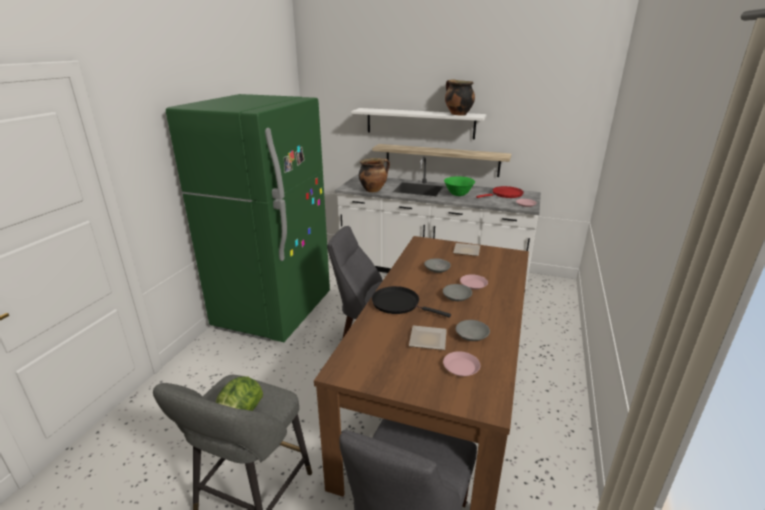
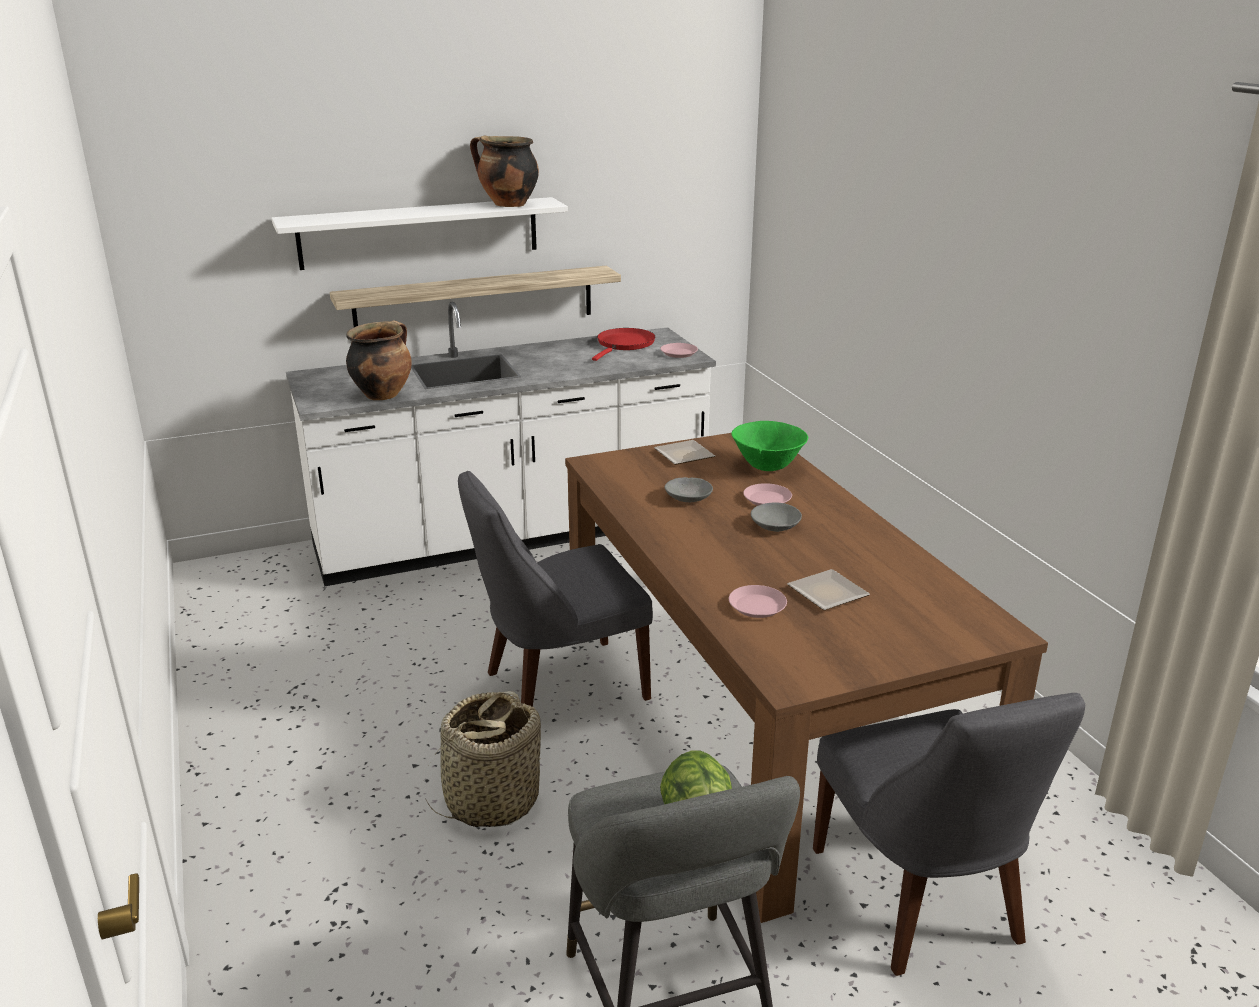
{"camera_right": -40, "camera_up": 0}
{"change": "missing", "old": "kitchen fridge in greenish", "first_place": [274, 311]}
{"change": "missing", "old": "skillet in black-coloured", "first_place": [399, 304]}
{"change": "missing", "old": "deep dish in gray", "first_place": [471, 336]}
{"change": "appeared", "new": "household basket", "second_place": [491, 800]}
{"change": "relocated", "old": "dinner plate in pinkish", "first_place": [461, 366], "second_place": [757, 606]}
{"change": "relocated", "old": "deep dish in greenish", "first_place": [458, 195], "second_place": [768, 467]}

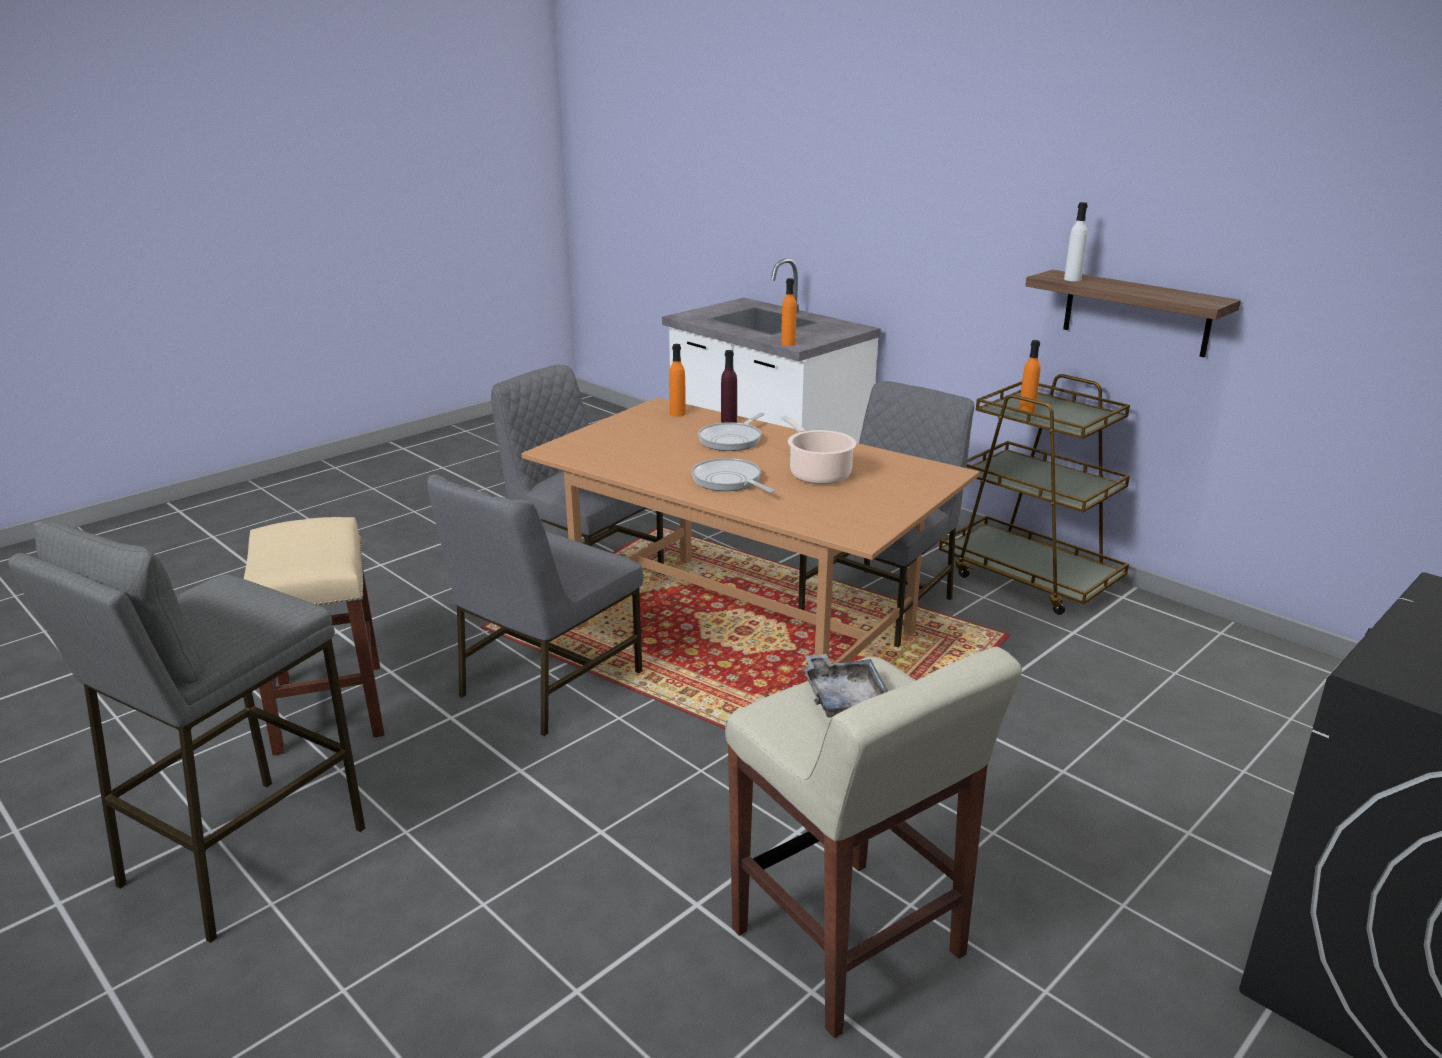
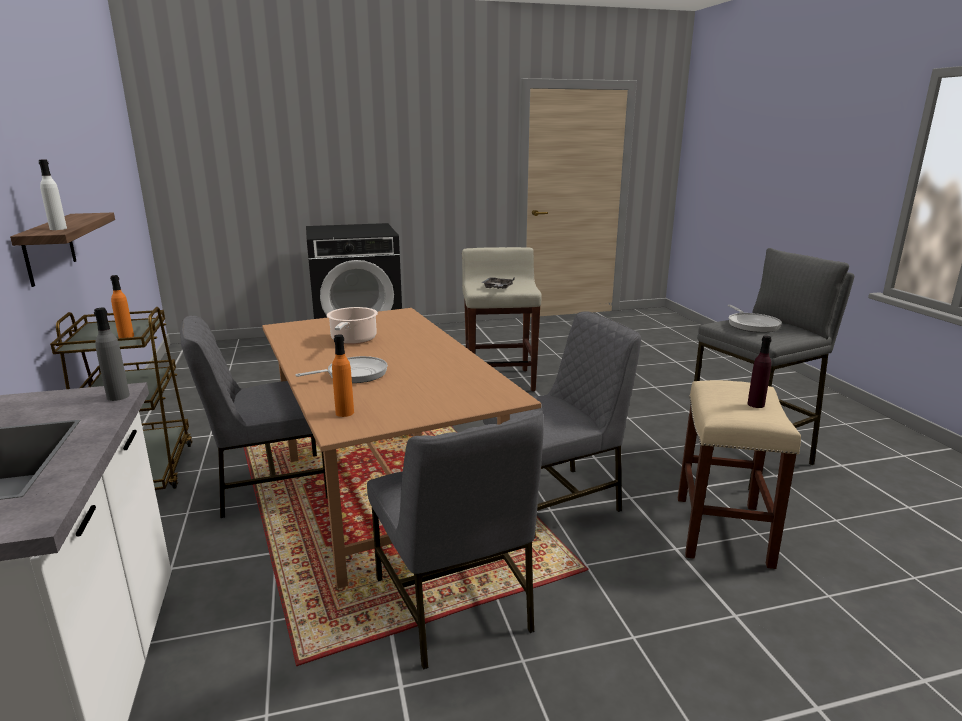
{"camera_right": -150, "camera_up": -5}
{"change": "relocated", "old": "skillet", "first_place": [729, 481], "second_place": [752, 325]}
{"change": "relocated", "old": "drink bottle in purplish", "first_place": [729, 421], "second_place": [755, 404]}
{"change": "colour", "old": "drink bottle in orange-coloured", "new": "drink bottle in gray", "first_place": [788, 344], "second_place": [118, 396]}

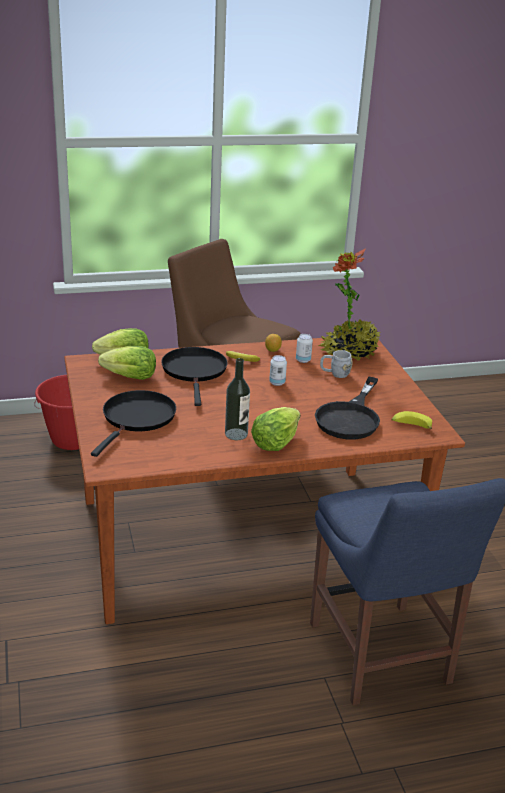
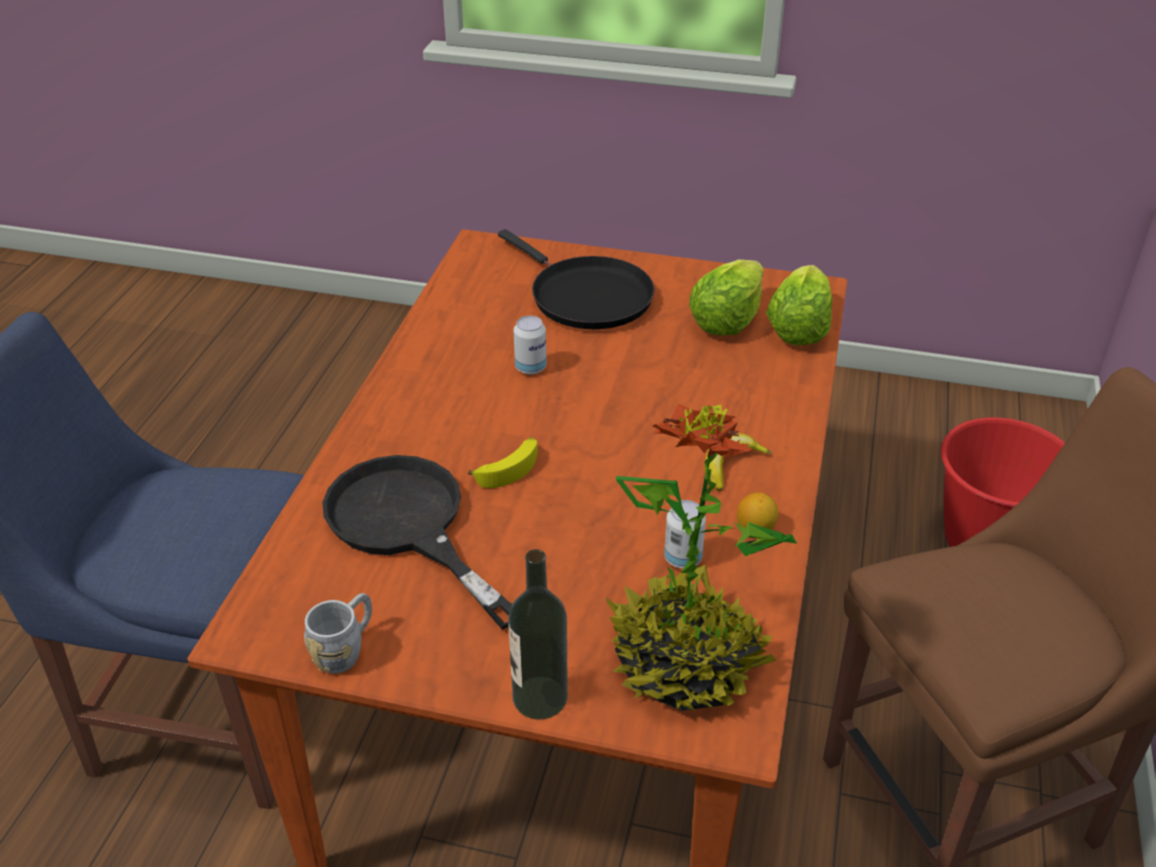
{"camera_right": 120, "camera_up": 10}
{"change": "missing", "old": "skillet in black-coloured", "first_place": [195, 371]}
{"change": "missing", "old": "head of lettuce", "first_place": [275, 443]}
{"change": "relocated", "old": "drink bottle", "first_place": [236, 434], "second_place": [540, 698]}
{"change": "relocated", "old": "metal can", "first_place": [277, 383], "second_place": [530, 368]}
{"change": "relocated", "old": "coffee mug in gray", "first_place": [335, 374], "second_place": [346, 649]}
{"change": "relocated", "old": "whole banana", "first_place": [411, 425], "second_place": [509, 468]}

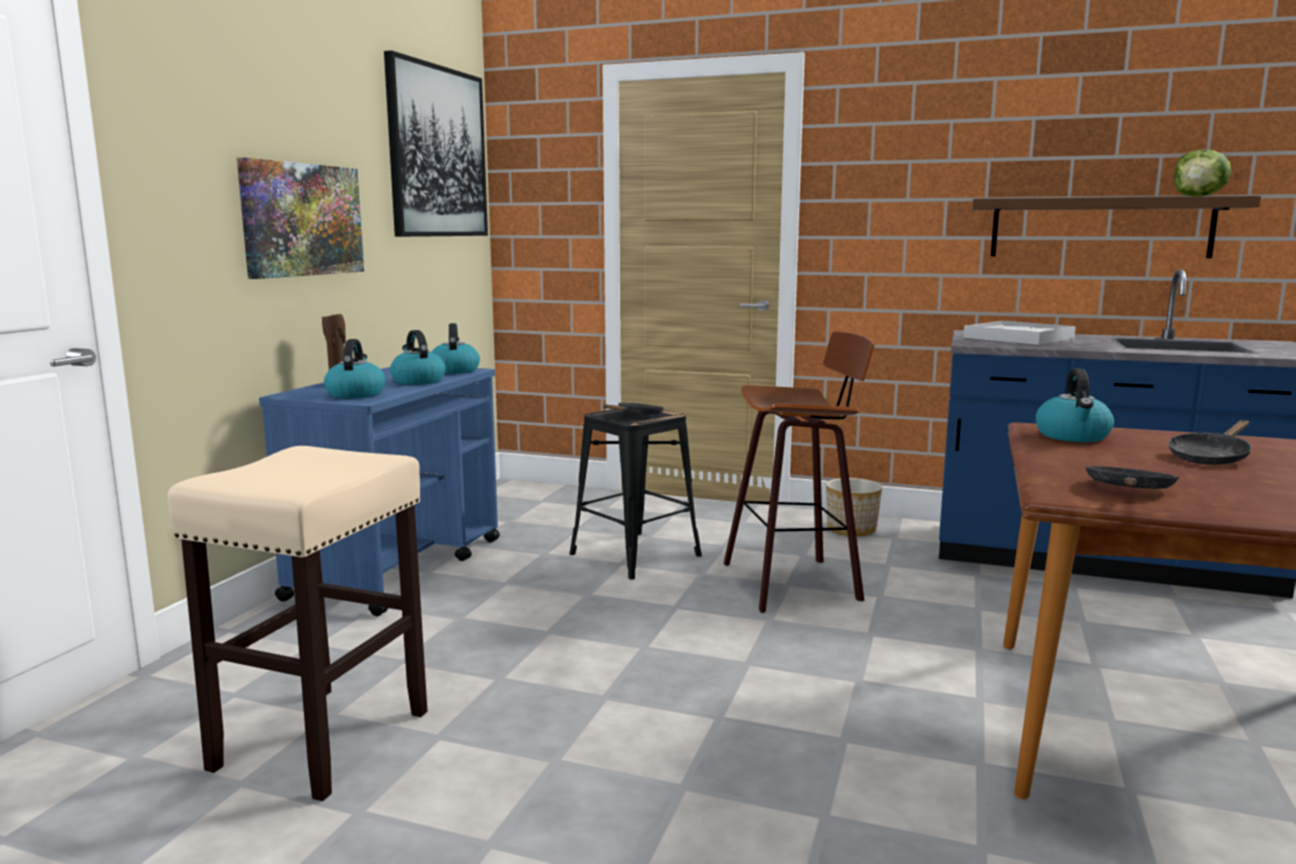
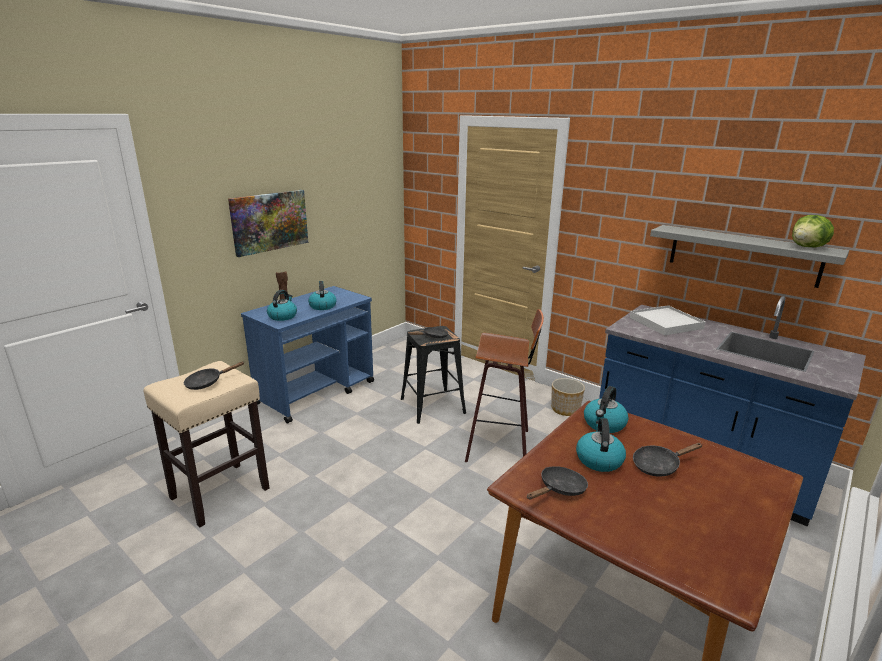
{"camera_right": 20, "camera_up": 10}
{"change": "missing", "old": "wall picture", "first_place": [437, 152]}
{"change": "appeared", "new": "skillet in black-coloured", "second_place": [207, 382]}
{"change": "relocated", "old": "kettle", "first_place": [454, 371], "second_place": [598, 459]}
{"change": "colour", "old": "bracket shelf in brownish", "new": "bracket shelf in gray", "first_place": [1100, 228], "second_place": [743, 255]}

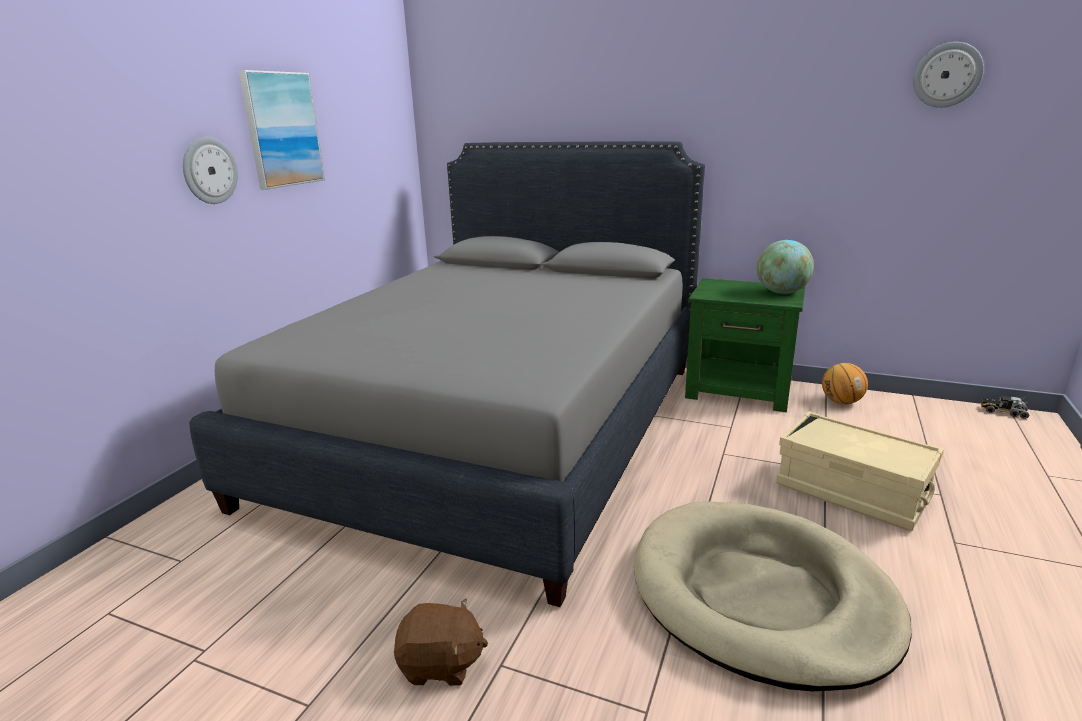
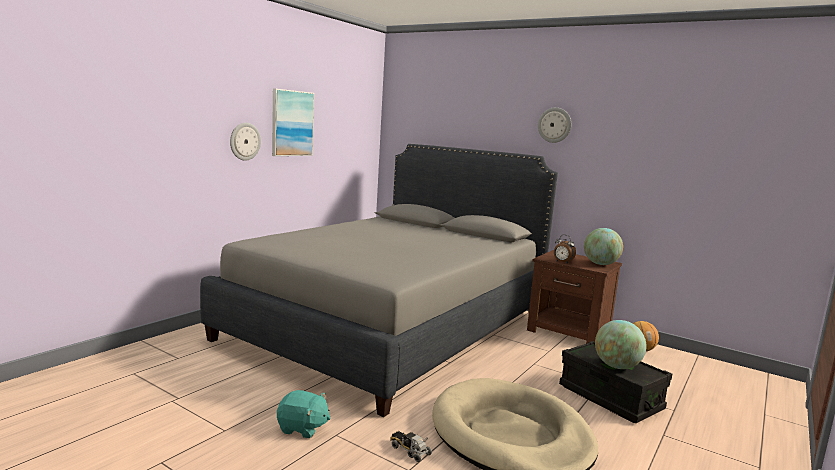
{"camera_right": 10, "camera_up": -10}
{"change": "appeared", "new": "bedside clock", "second_place": [562, 262]}
{"change": "appeared", "new": "desk globe", "second_place": [616, 366]}
{"change": "relocated", "old": "clock on the wall", "first_place": [947, 75], "second_place": [554, 125]}
{"change": "relocated", "old": "toy truck", "first_place": [1003, 412], "second_place": [409, 450]}
{"change": "colour", "old": "soft toy in brownish", "new": "soft toy in turquoise-coloured", "first_place": [441, 664], "second_place": [302, 428]}
{"change": "colour", "old": "nightstand in greenish", "new": "nightstand in brownish", "first_place": [740, 390], "second_place": [569, 332]}
{"change": "colour", "old": "storage box in beige", "new": "storage box in black-coloured", "first_place": [851, 492], "second_place": [610, 398]}

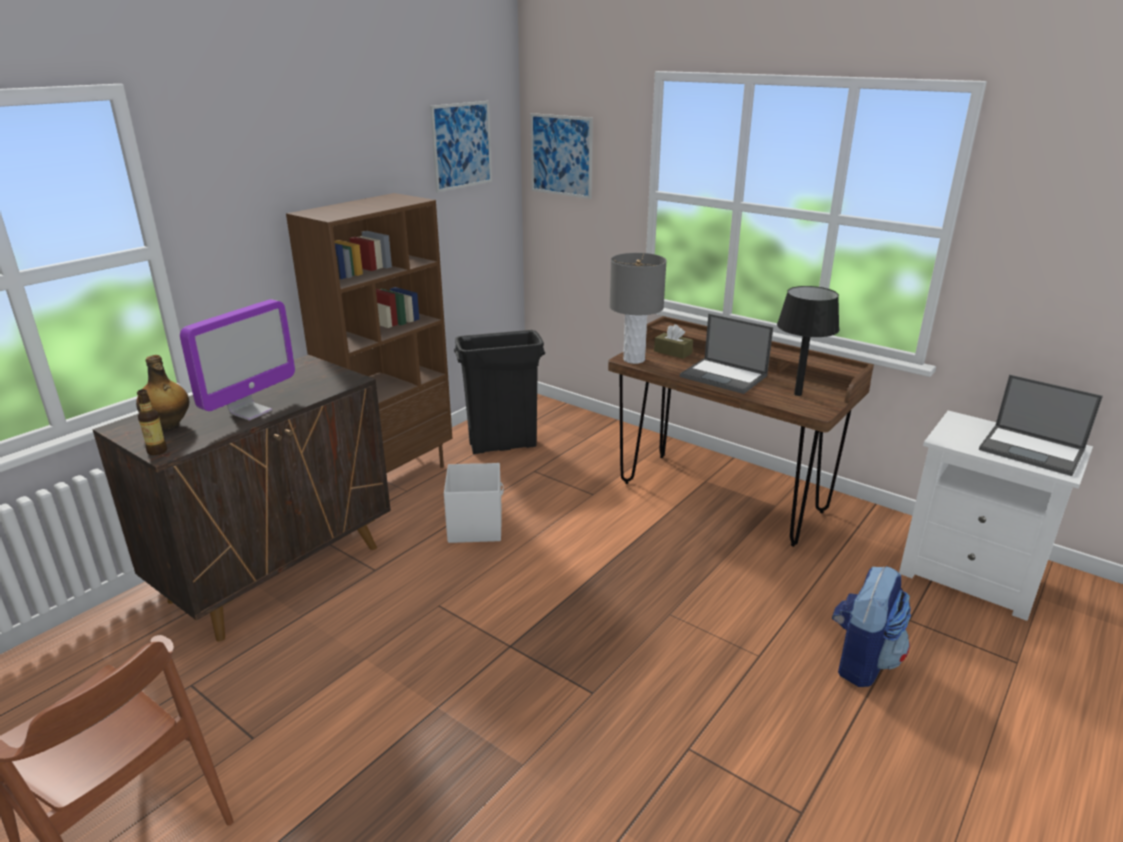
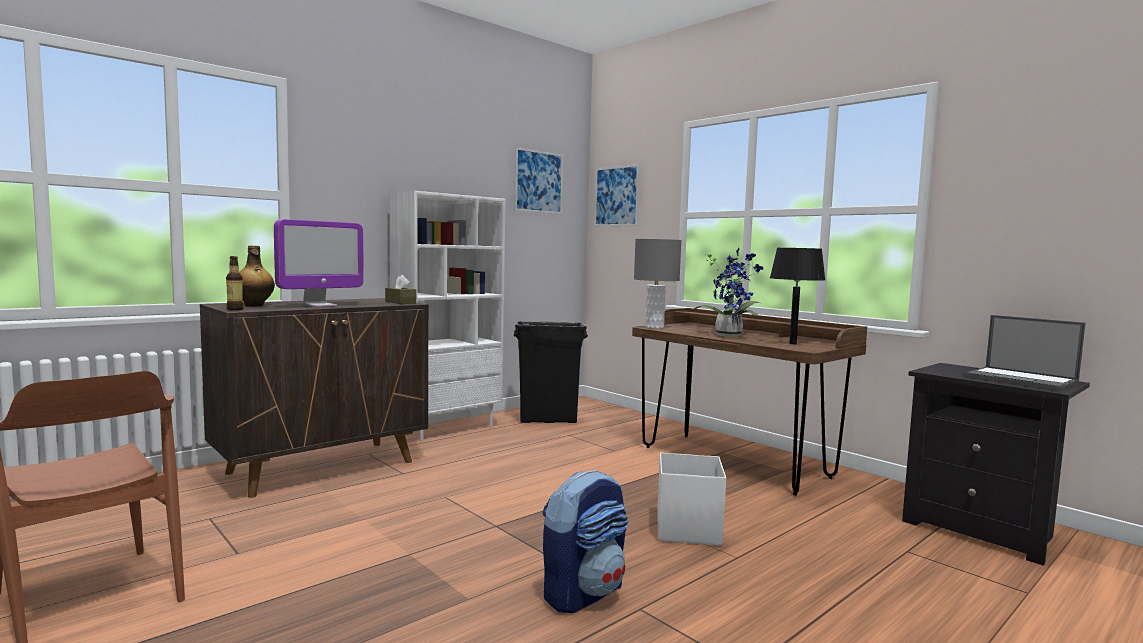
{"camera_right": 10, "camera_up": -20}
{"change": "relocated", "old": "storage box in whitish", "first_place": [476, 526], "second_place": [688, 529]}
{"change": "relocated", "old": "tissue box in brownish", "first_place": [673, 352], "second_place": [400, 302]}
{"change": "relocated", "old": "knapsack", "first_place": [861, 661], "second_place": [583, 593]}
{"change": "exchanged", "old": "notebook computer", "new": "potted plant", "first_place": [724, 376], "second_place": [730, 335]}
{"change": "colour", "old": "bookcase in brownish", "new": "bookcase in whitish", "first_place": [393, 477], "second_place": [447, 429]}
{"change": "colour", "old": "nightstand in whitish", "new": "nightstand in black-coloured", "first_place": [971, 576], "second_place": [982, 530]}

